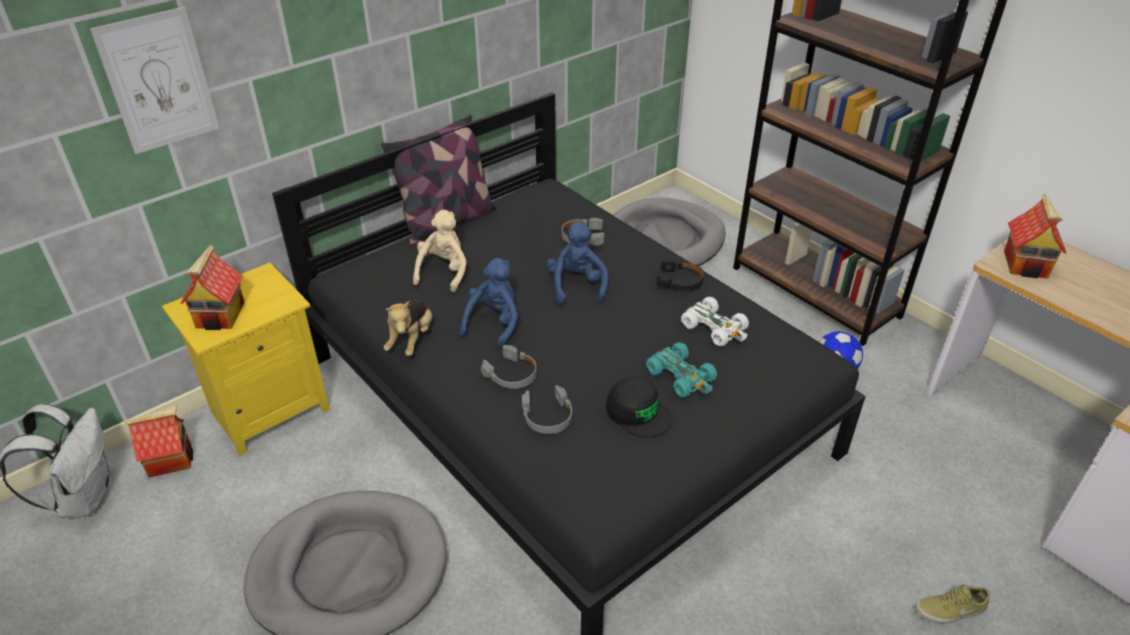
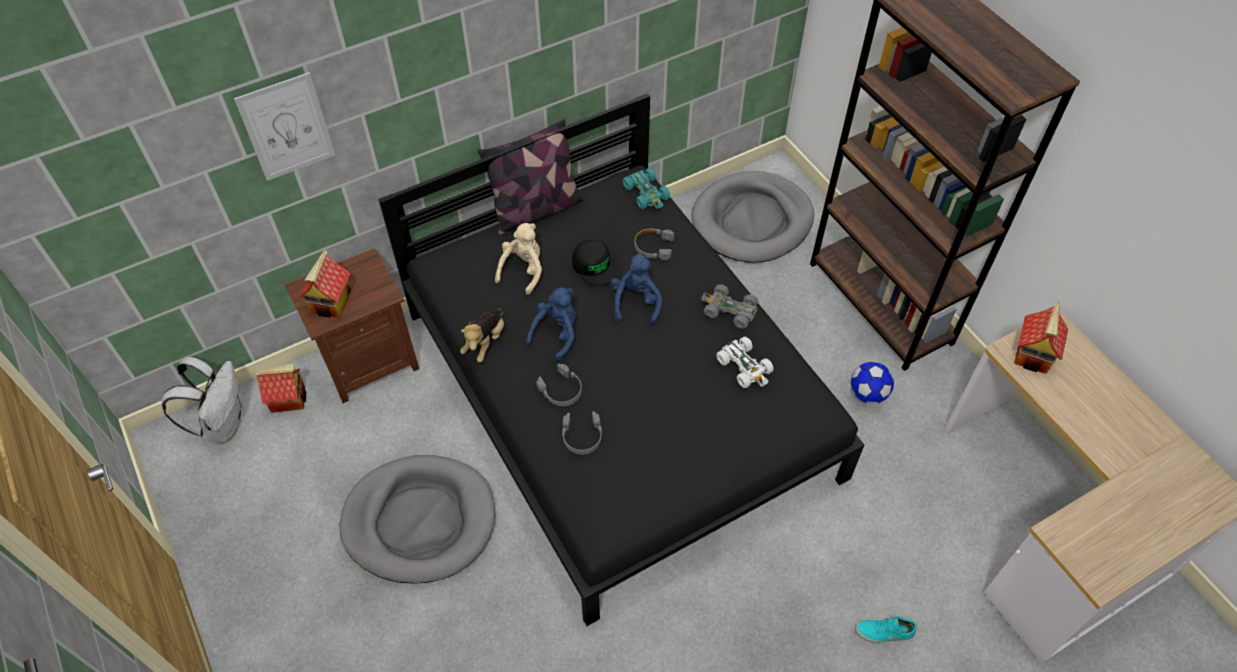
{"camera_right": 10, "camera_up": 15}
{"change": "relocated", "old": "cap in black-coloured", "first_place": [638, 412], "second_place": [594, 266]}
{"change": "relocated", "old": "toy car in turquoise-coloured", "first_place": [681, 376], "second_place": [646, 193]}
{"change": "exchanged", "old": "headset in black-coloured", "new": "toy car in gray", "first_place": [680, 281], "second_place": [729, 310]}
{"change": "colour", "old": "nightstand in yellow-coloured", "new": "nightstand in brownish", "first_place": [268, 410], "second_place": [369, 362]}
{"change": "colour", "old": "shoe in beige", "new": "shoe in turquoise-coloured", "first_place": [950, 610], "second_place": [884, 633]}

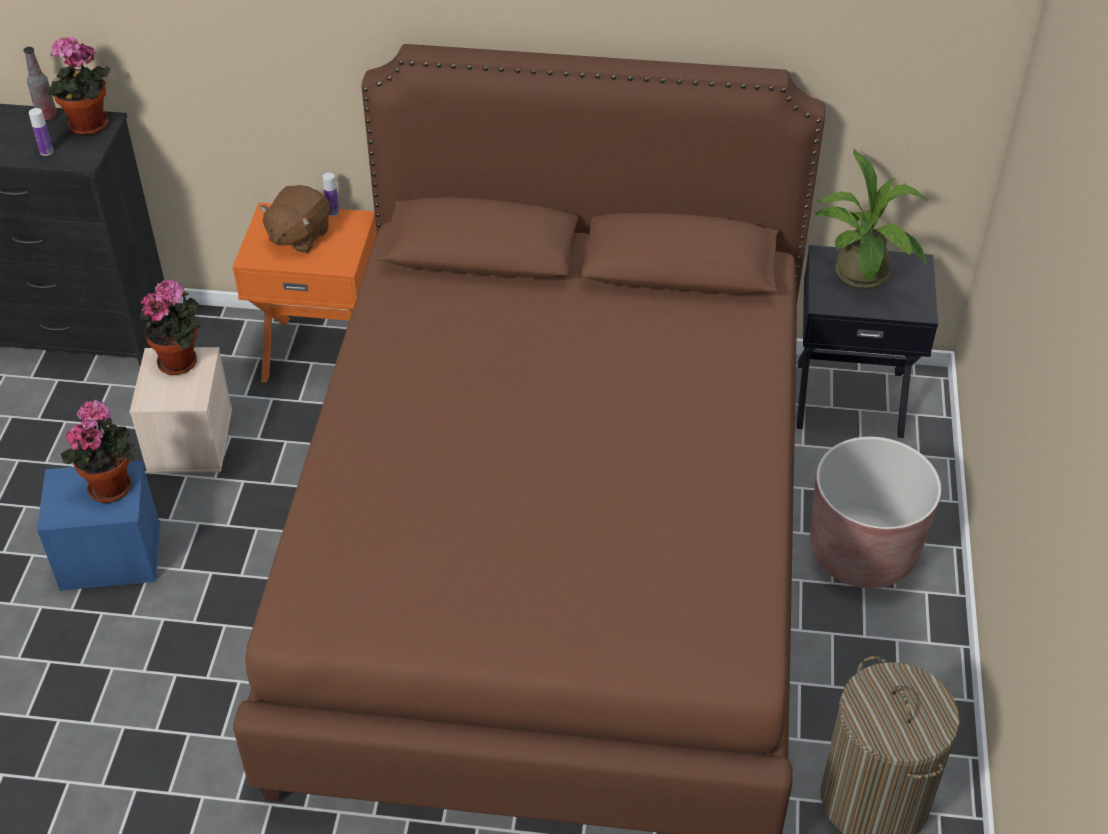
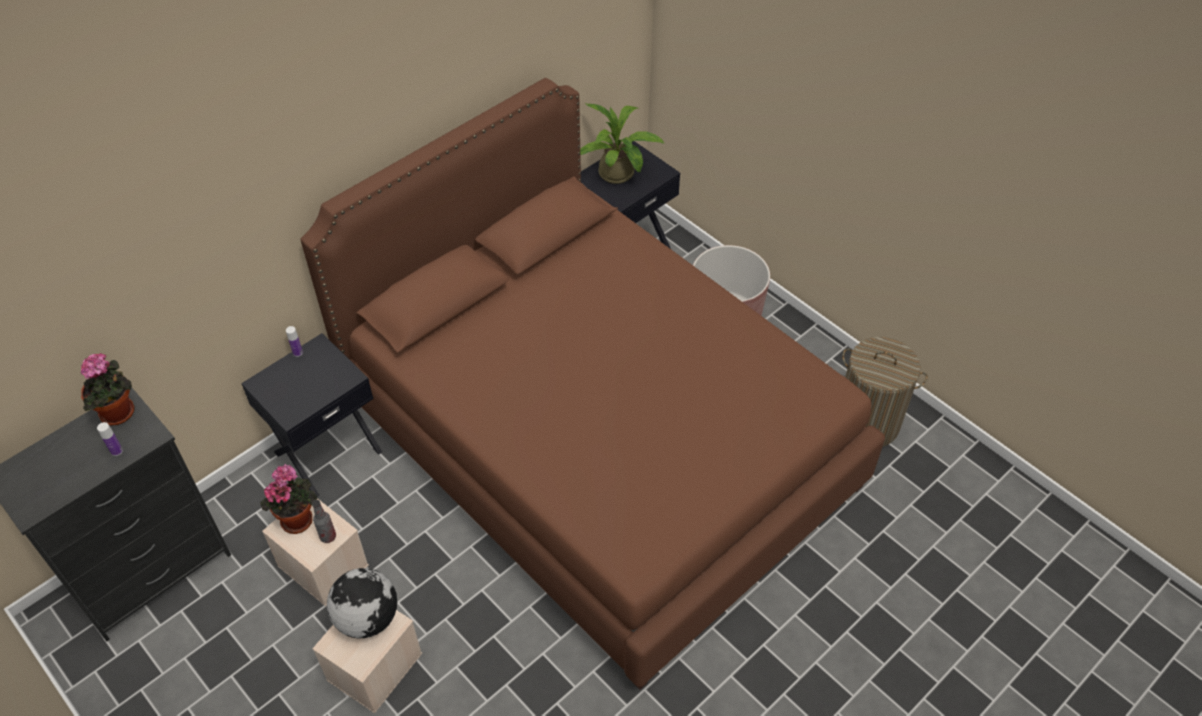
{"camera_right": -50, "camera_up": 5}
{"change": "missing", "old": "soft toy in brownish", "first_place": [298, 236]}
{"change": "relocated", "old": "drink bottle", "first_place": [47, 116], "second_place": [328, 536]}
{"change": "exchanged", "old": "potted plant", "new": "desk globe", "first_place": [111, 484], "second_place": [367, 618]}
{"change": "colour", "old": "storage box in blue", "new": "storage box in beige", "first_place": [109, 556], "second_place": [374, 668]}
{"change": "colour", "old": "nightstand in orange-coloured", "new": "nightstand in black-coloured", "first_place": [322, 352], "second_place": [327, 451]}

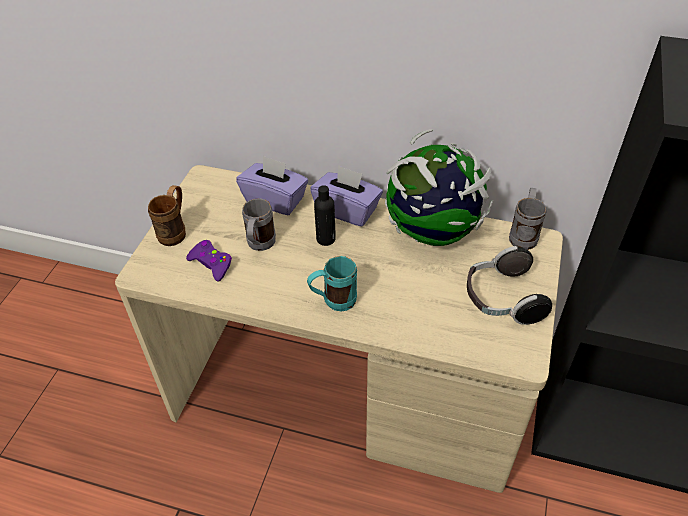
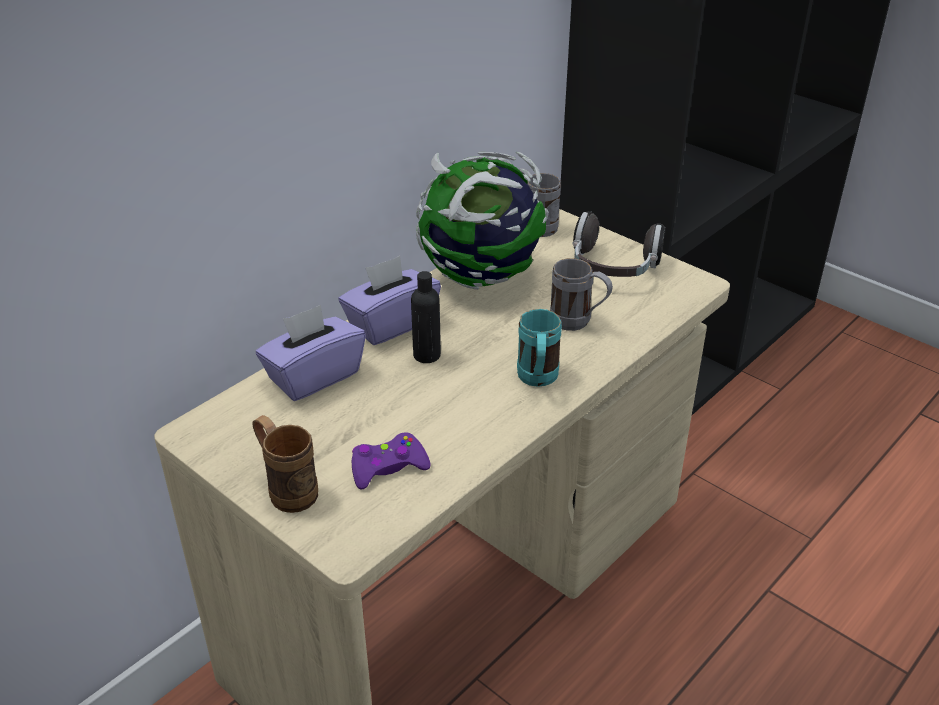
{"camera_right": -65, "camera_up": -10}
{"change": "relocated", "old": "coffee mug in gray", "first_place": [259, 246], "second_place": [578, 323]}

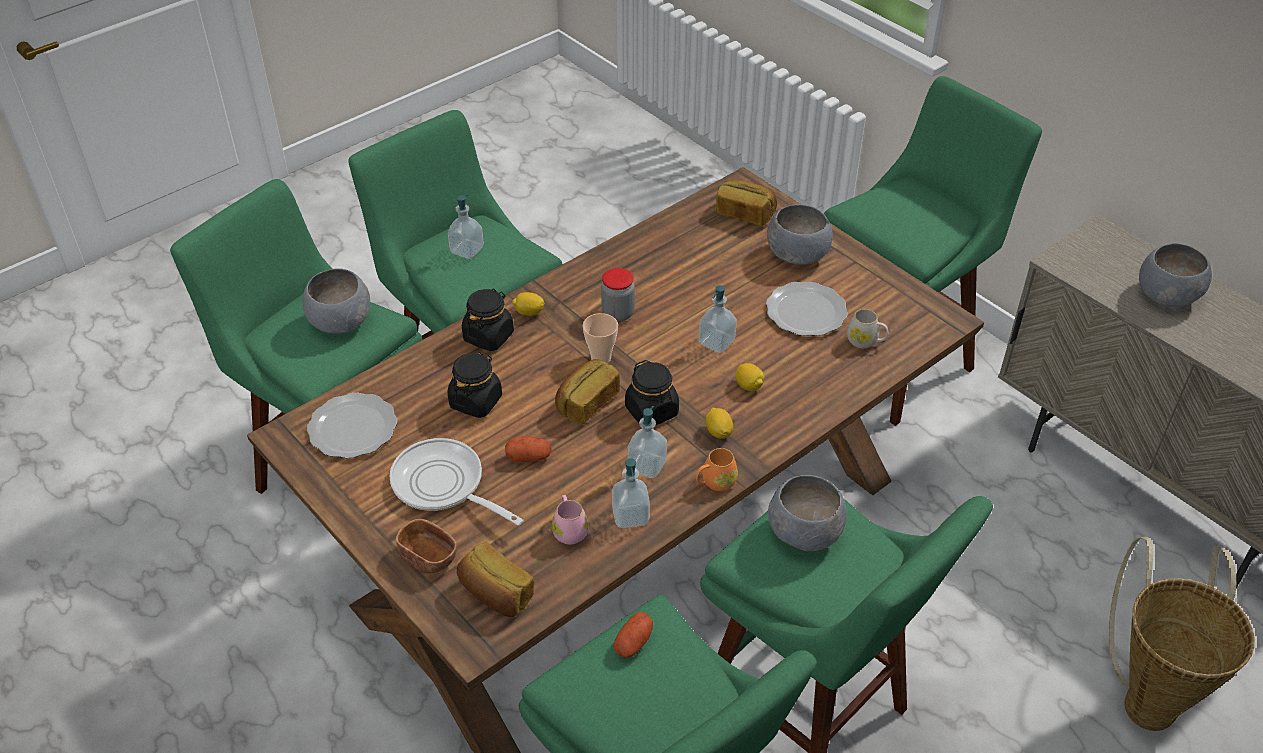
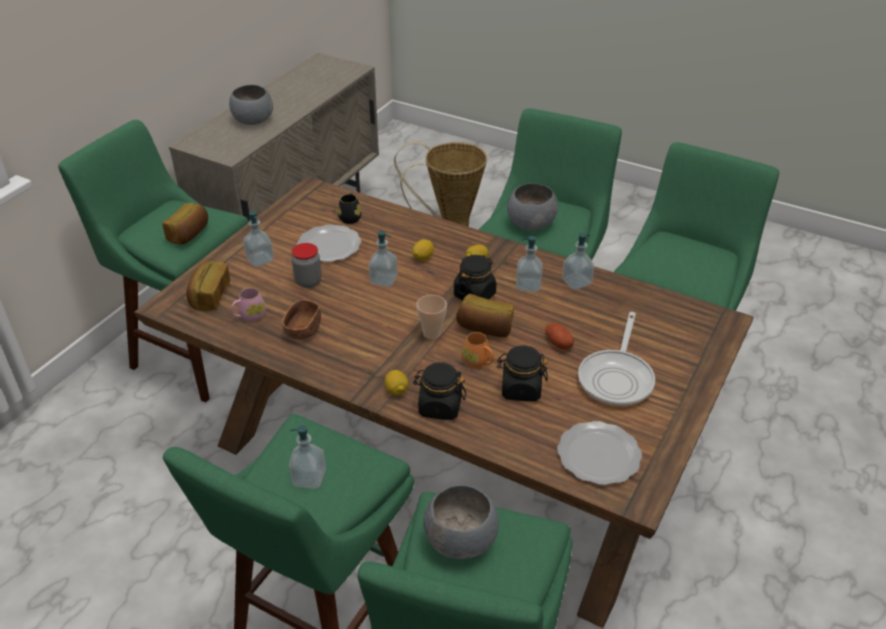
{"camera_right": -110, "camera_up": -5}
{"change": "missing", "old": "potato", "first_place": [633, 642]}
{"change": "relocated", "old": "deep dish in brownish", "first_place": [428, 558], "second_place": [303, 330]}
{"change": "relocated", "old": "baked bread", "first_place": [495, 594], "second_place": [189, 234]}
{"change": "relocated", "old": "coffee mug in pinkish", "first_place": [569, 529], "second_place": [249, 316]}
{"change": "relocated", "old": "preserve jar", "first_place": [618, 313], "second_place": [308, 281]}
{"change": "relocated", "old": "coffee mug in orange-coloured", "first_place": [715, 483], "second_place": [478, 362]}
{"change": "exchanged", "old": "deep dish in gray", "new": "soap dispenser", "first_place": [798, 255], "second_place": [260, 260]}
{"change": "colour", "old": "coffee mug in whitish", "new": "coffee mug in black-coloured", "first_place": [866, 341], "second_place": [350, 217]}

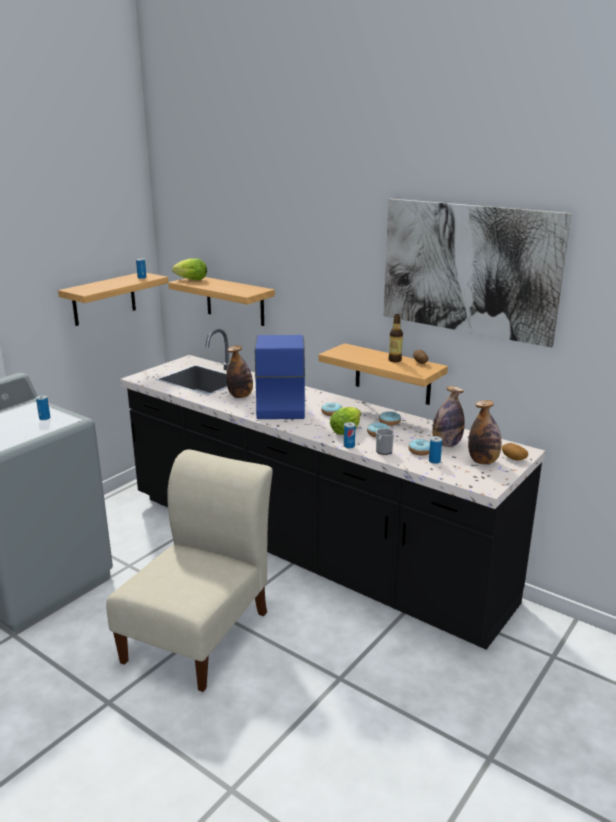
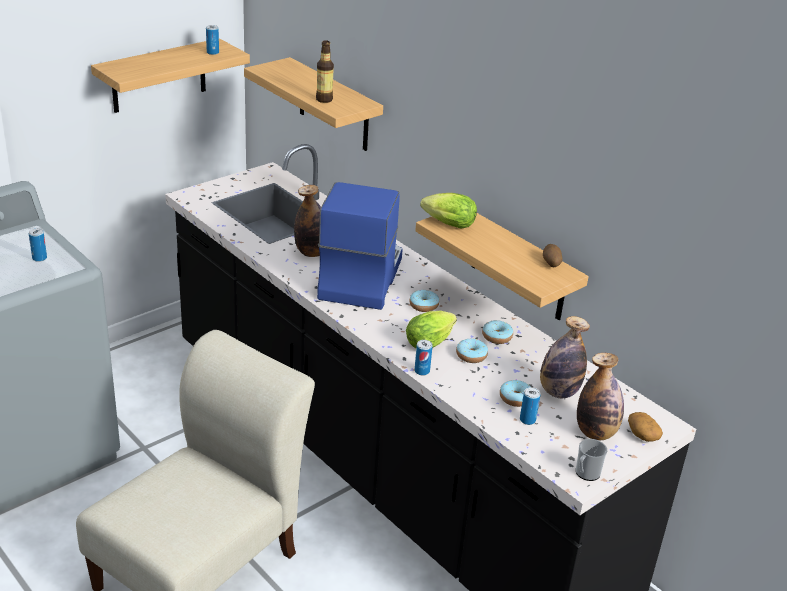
{"camera_right": 10, "camera_up": 10}
{"change": "missing", "old": "wall picture", "first_place": [468, 269]}
{"change": "relocated", "old": "head of lettuce", "first_place": [189, 280], "second_place": [446, 224]}
{"change": "relocated", "old": "coffee mug", "first_place": [383, 452], "second_place": [586, 474]}
{"change": "relocated", "old": "drink bottle", "first_place": [395, 360], "second_place": [324, 99]}

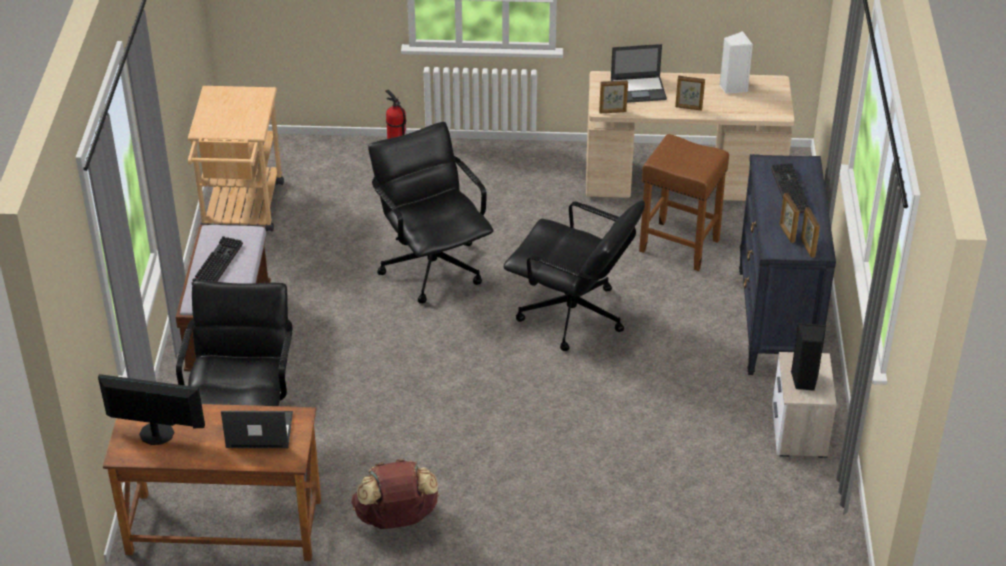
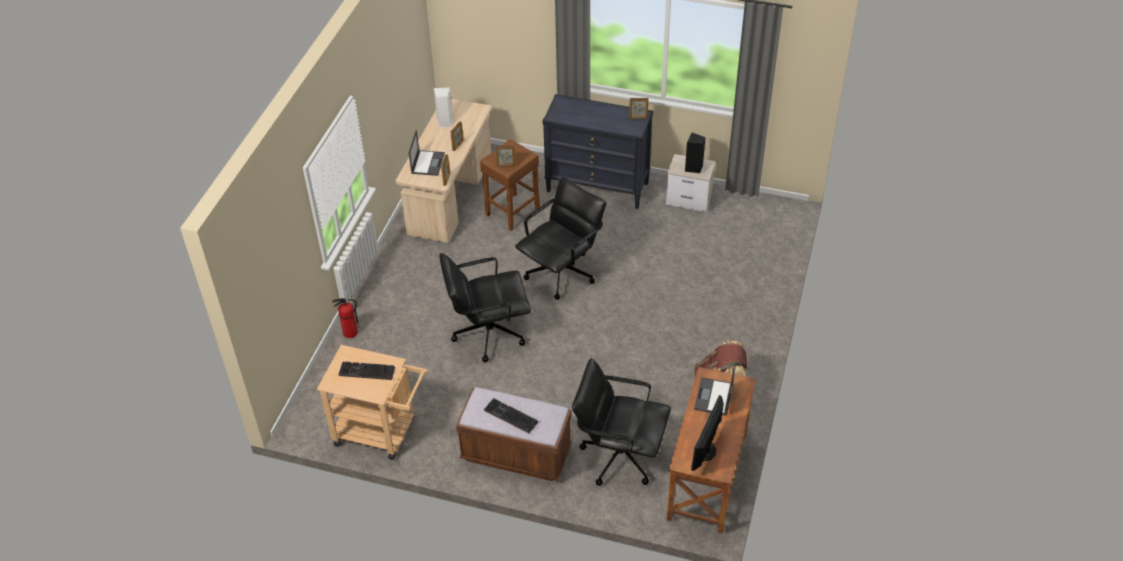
{"camera_right": -75, "camera_up": 5}
{"change": "relocated", "old": "computer keyboard", "first_place": [788, 189], "second_place": [365, 372]}
{"change": "relocated", "old": "photo frame", "first_place": [786, 233], "second_place": [506, 165]}

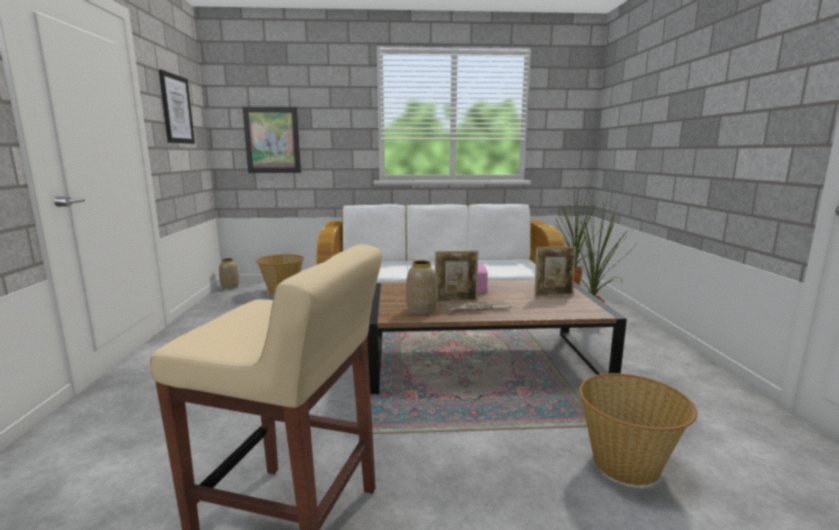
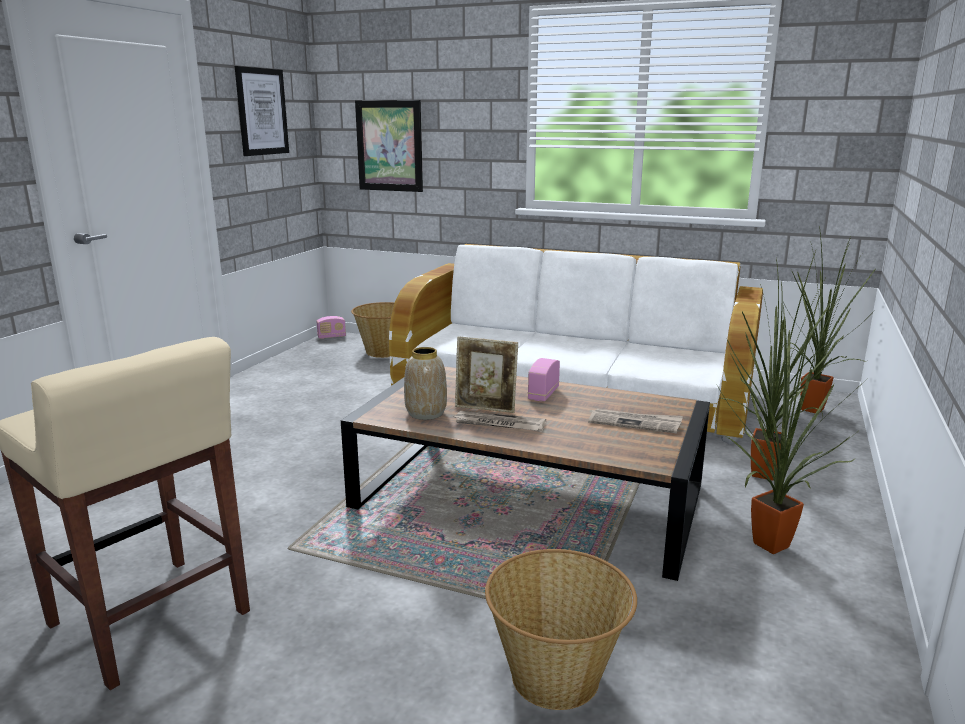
{"camera_right": 25, "camera_up": 5}
{"change": "appeared", "new": "potted plant", "second_place": [766, 547]}
{"change": "exchanged", "old": "flower vase", "new": "radio receiver", "first_place": [230, 286], "second_place": [331, 337]}
{"change": "exchanged", "old": "photo frame", "new": "printed paper", "first_place": [553, 295], "second_place": [635, 423]}

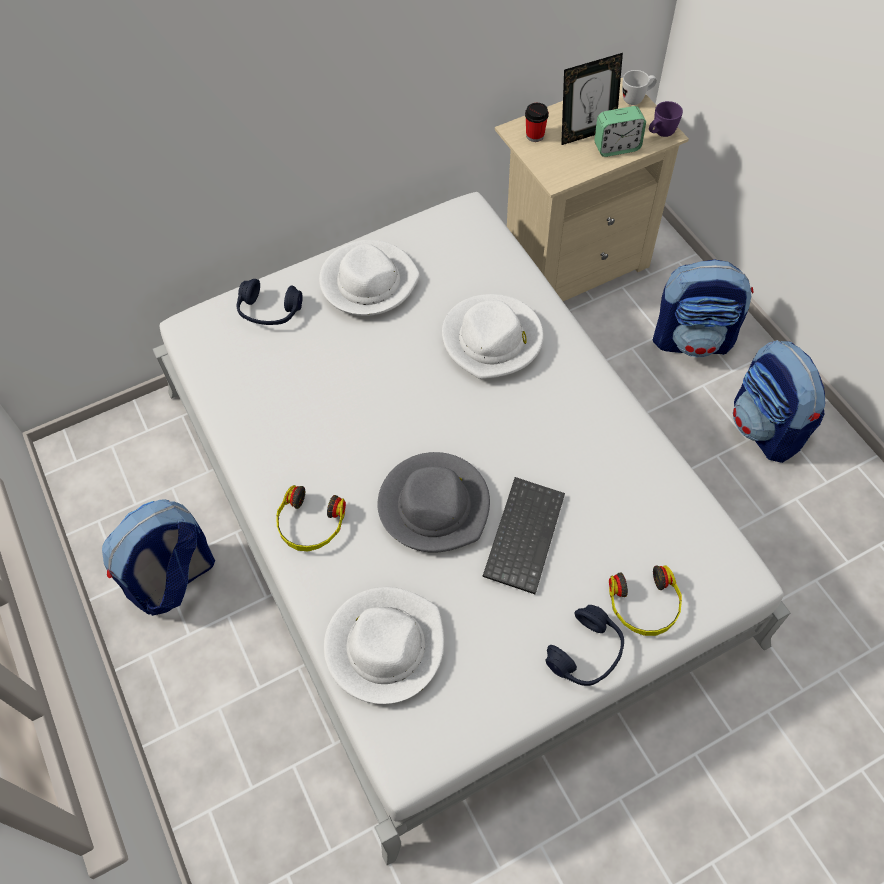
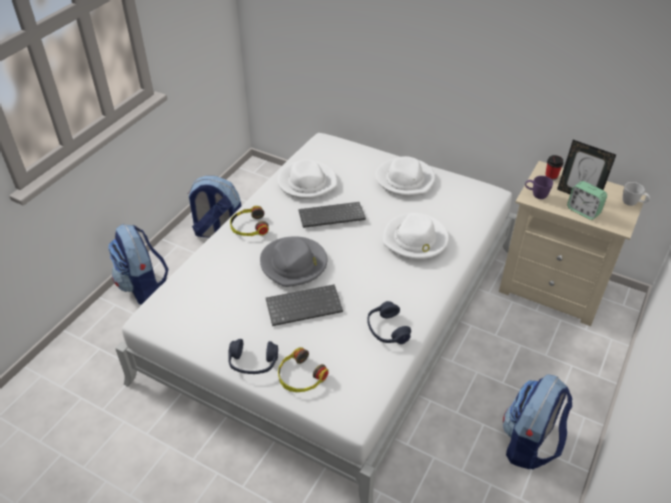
{"camera_right": 55, "camera_up": -15}
{"change": "appeared", "new": "computer keyboard", "second_place": [331, 217]}
{"change": "relocated", "old": "headset in blue", "first_place": [269, 311], "second_place": [387, 330]}
{"change": "relocated", "old": "clothing hat in whitish", "first_place": [384, 646], "second_place": [307, 182]}
{"change": "relocated", "old": "coffee mug in purplish", "first_place": [660, 134], "second_place": [535, 195]}
{"change": "relocated", "old": "knapsack", "first_place": [693, 339], "second_place": [144, 287]}

